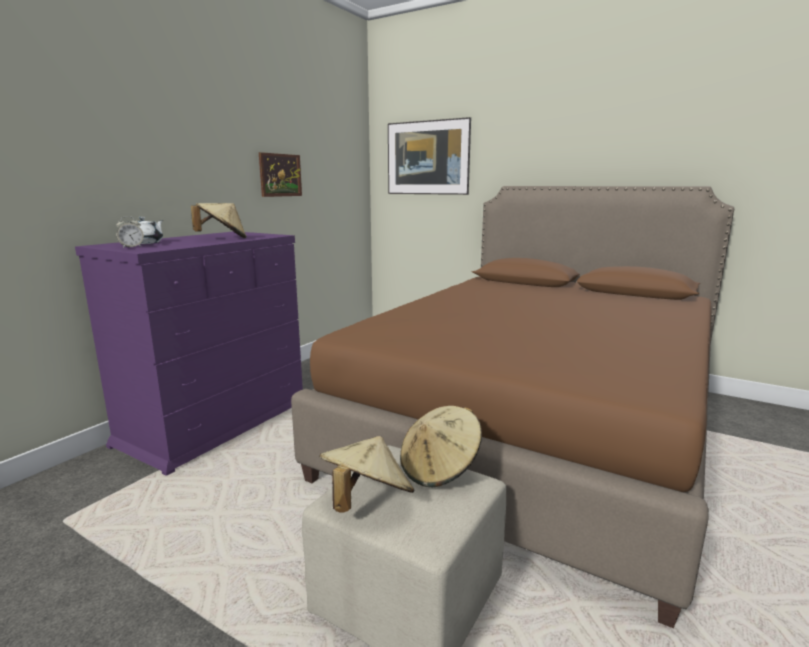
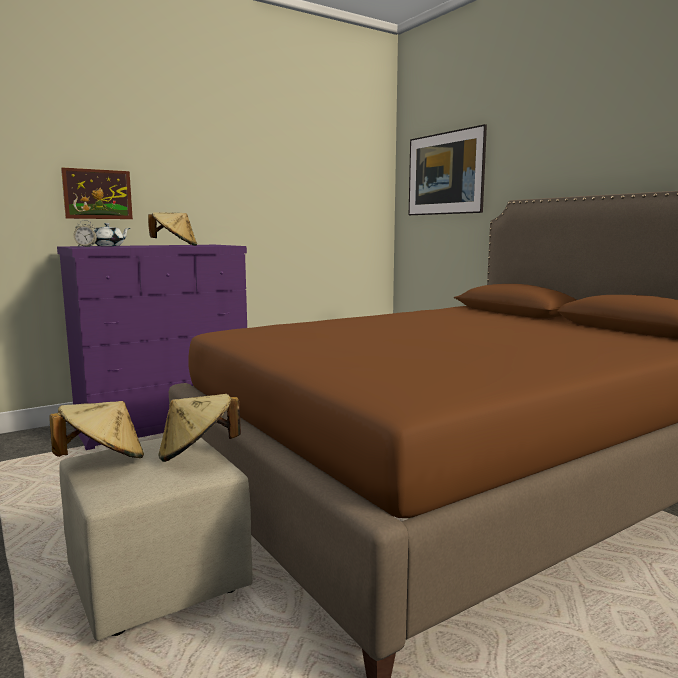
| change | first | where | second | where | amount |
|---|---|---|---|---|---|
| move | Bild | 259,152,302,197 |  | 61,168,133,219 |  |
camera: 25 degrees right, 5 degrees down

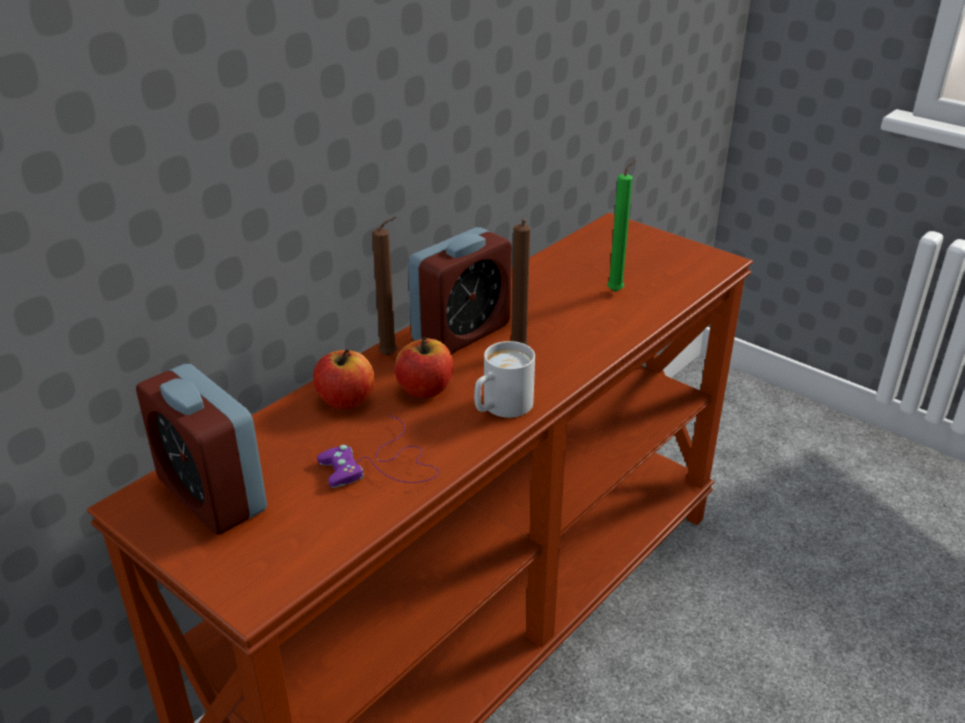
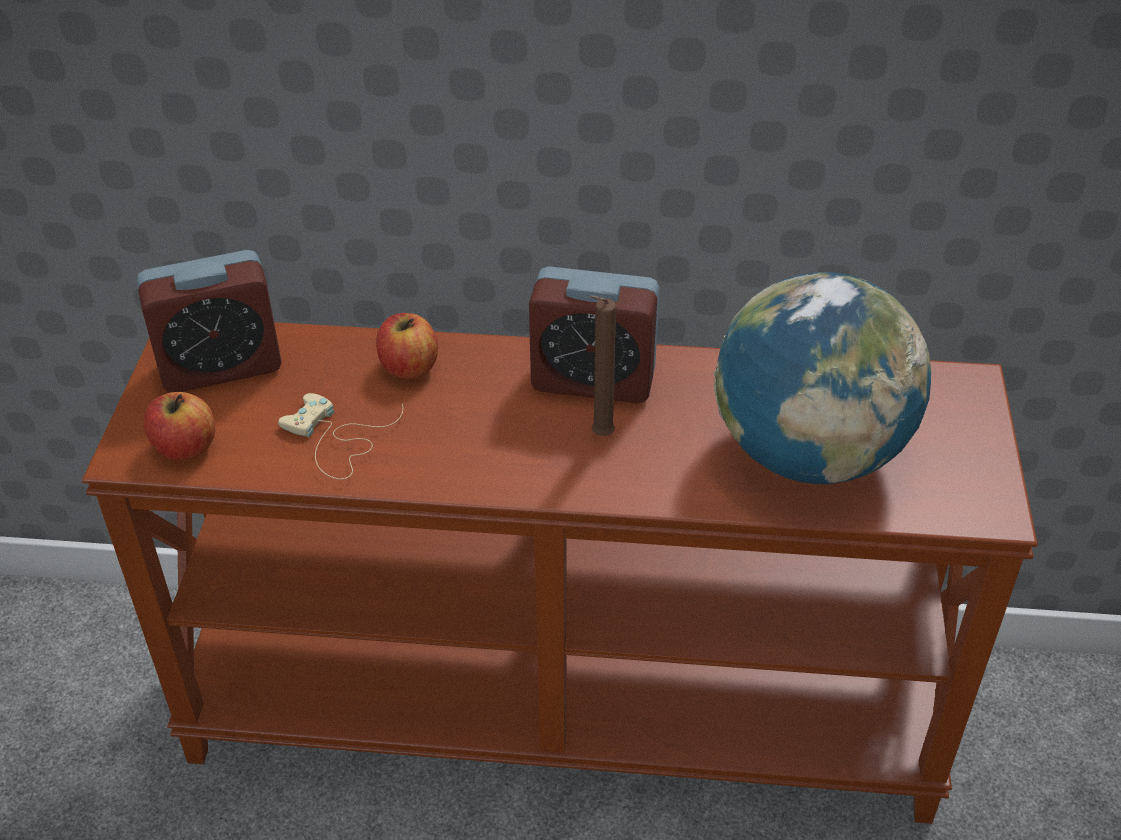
| change | first | where | second | where | amount |
|---|---|---|---|---|---|
| delete | Kerze (braun) | 372,216,397,356 |  |  |  |
| delete | Henkelbecher (weiß) | 474,341,535,418 |  |  |  |
| move | Apfel | 395,337,453,398 |  | 144,392,215,460 |  |
| replace | Kerze (grün) | 607,159,637,292 | Globus | 714,272,931,484 |  |
| recolor | Gamepad (lila) | 317,416,439,488 | Gamepad (beige) | 278,393,403,479 |  |
| rotate | Wecker | 136,364,267,535 |  | 136,250,282,393 | 120 degrees counterclockwise |
camera: 55 degrees right, 10 degrees up

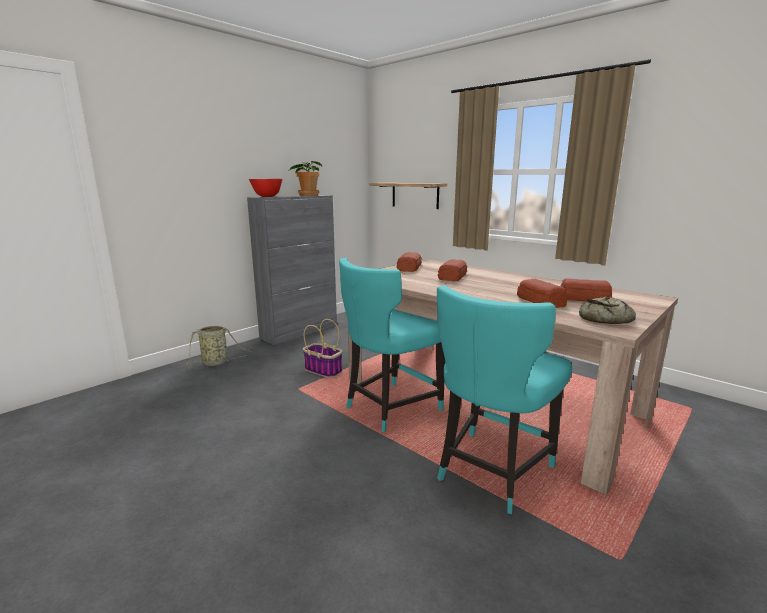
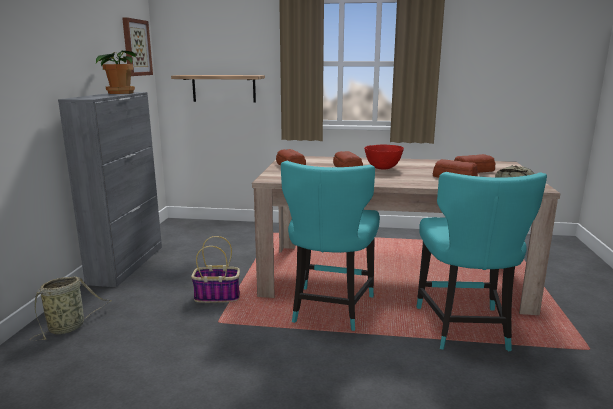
| change | first | where | second | where | amount |
|---|---|---|---|---|---|
| insert |  |  | Bild | 122,17,153,76 |  |
| move | Schüssel (rot) | 249,179,283,197 |  | 364,144,404,170 |  |
camera: 35 degrees left, 0 degrees up

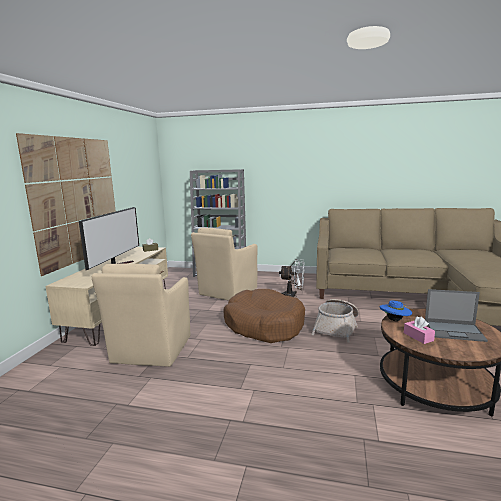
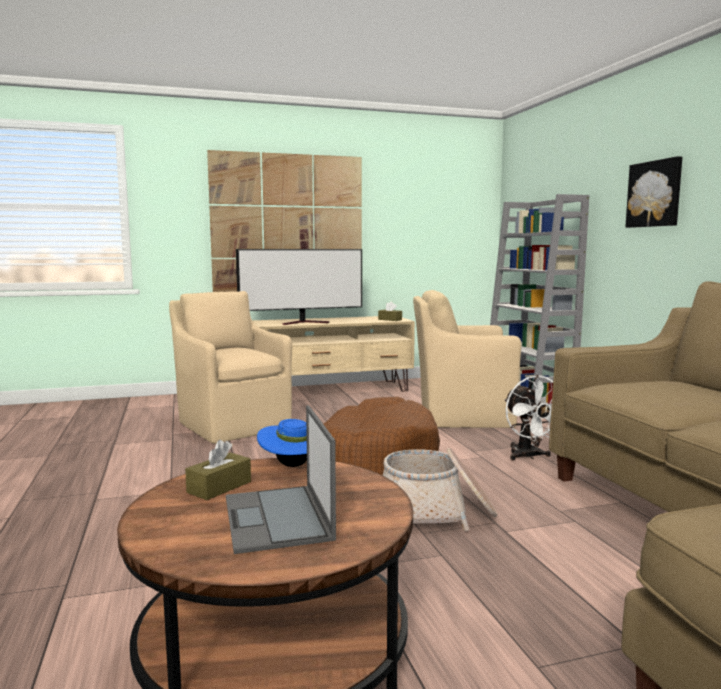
| change | first | where | second | where | amount |
|---|---|---|---|---|---|
| insert |  |  | Bild | 625,156,682,228 |  |
| recolor | Taschentuchbox (rosa) | 404,316,435,344 | Taschentuchbox (braun) | 185,440,251,500 |  |
| rotate | Sessel (beige) | 92,263,190,367 |  | 169,291,292,444 | 75 degrees clockwise |
camera: 60 degrees right, 5 degrees down

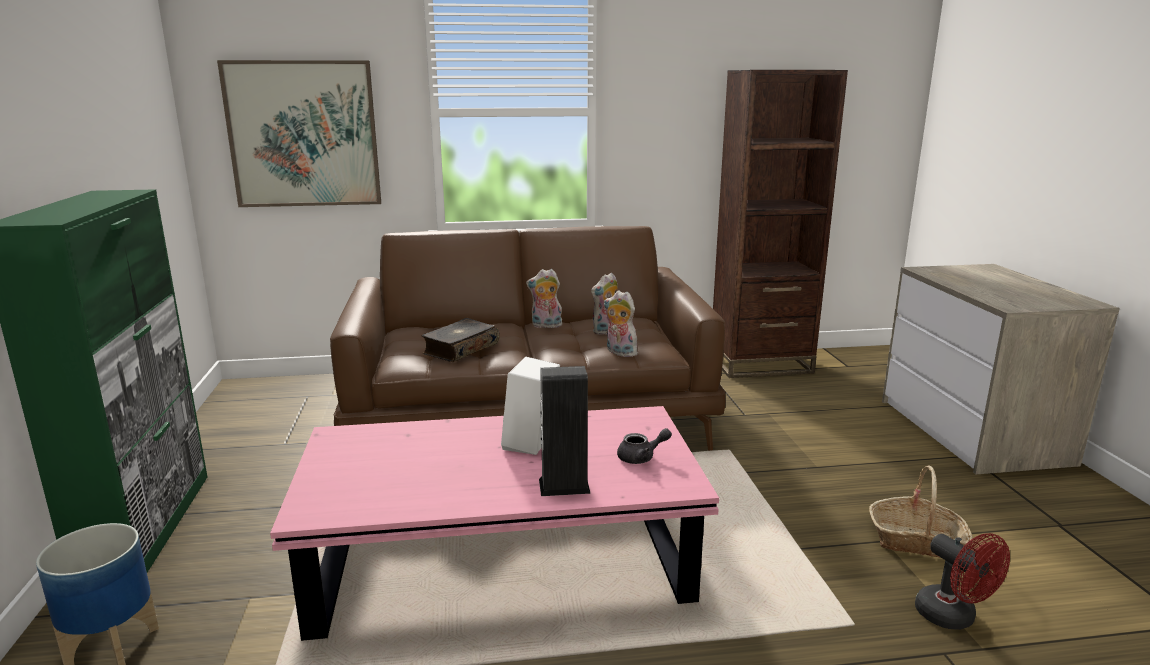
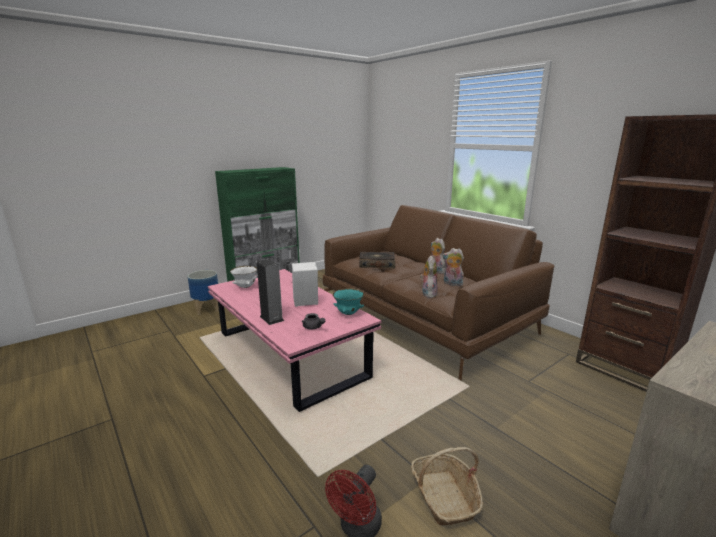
| change | first | where | second | where | amount |
|---|---|---|---|---|---|
| delete | Bild | 217,60,381,207 |  |  |  |
| insert |  |  | Schüssel (weiß) | 230,266,258,288 |  |
| insert |  |  | Schüssel (türkis) | 333,288,364,315 |  |
camera: 60 degrees right, 0 degrees up

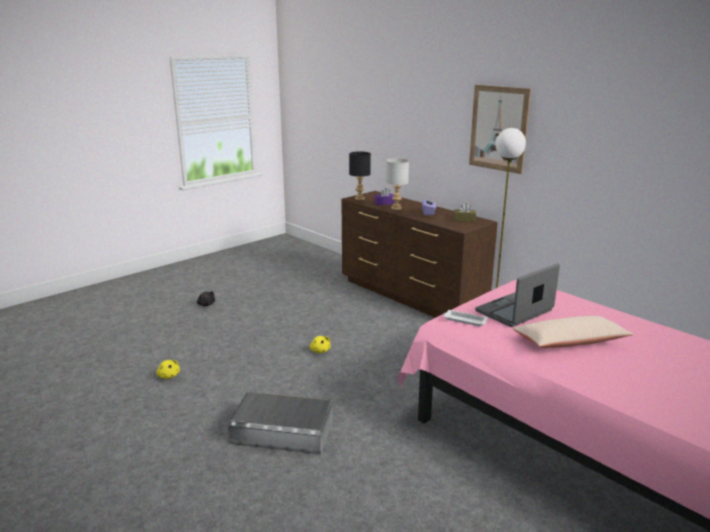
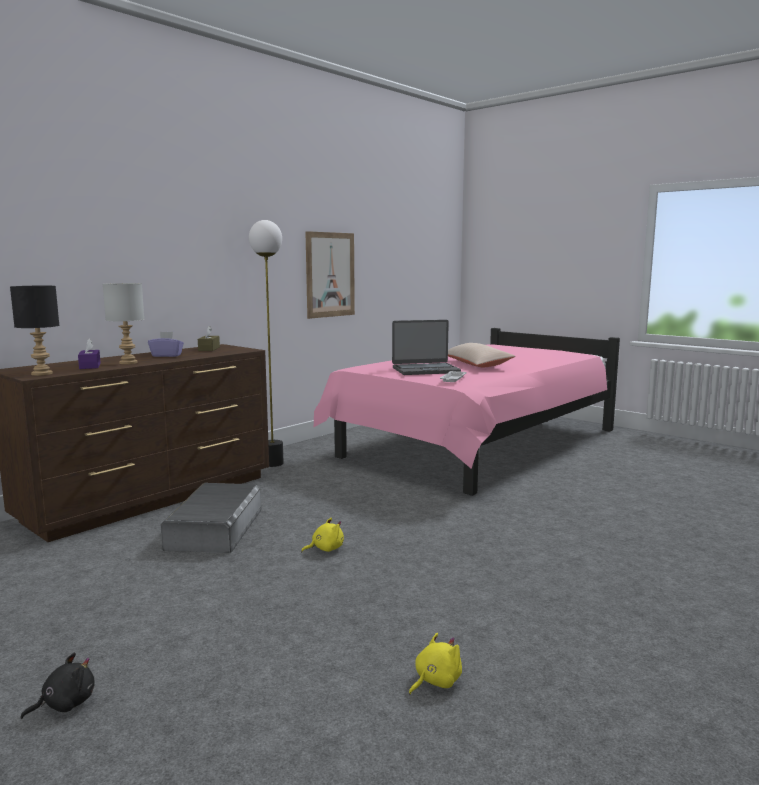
| change | first | where | second | where | amount |
|---|---|---|---|---|---|
| move | Aufbewahrungsbox (grau) | 228,392,333,454 |  | 161,483,261,553 |  |
| move | Bild | 469,85,531,174 |  | 305,231,355,319 |  |
| rotate | Laptop | 475,263,560,327 |  | 392,320,461,375 | 60 degrees counterclockwise |
camera: 95 degrees left, 10 degrees down

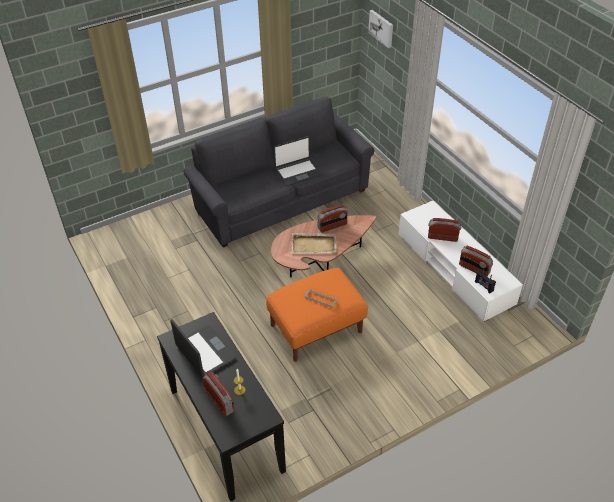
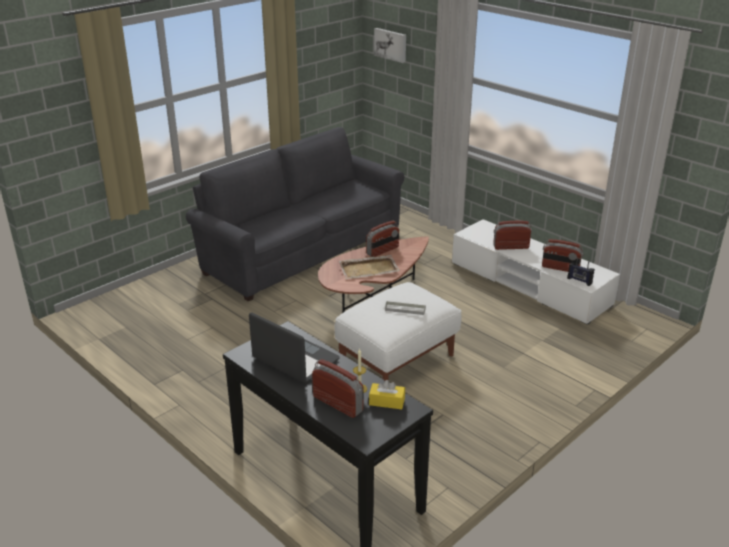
| change | first | where | second | where | amount |
|---|---|---|---|---|---|
| delete | Laptop | 274,136,322,186 |  |  |  |
| insert |  |  | Taschentuchbox (gelb) | 369,380,405,409 |  |
| recolor | Polsterhocker (orange) | 266,268,368,362 | Polsterhocker (weiß) | 334,282,461,381 |  |
camera: 15 degrees left, 15 degrees down

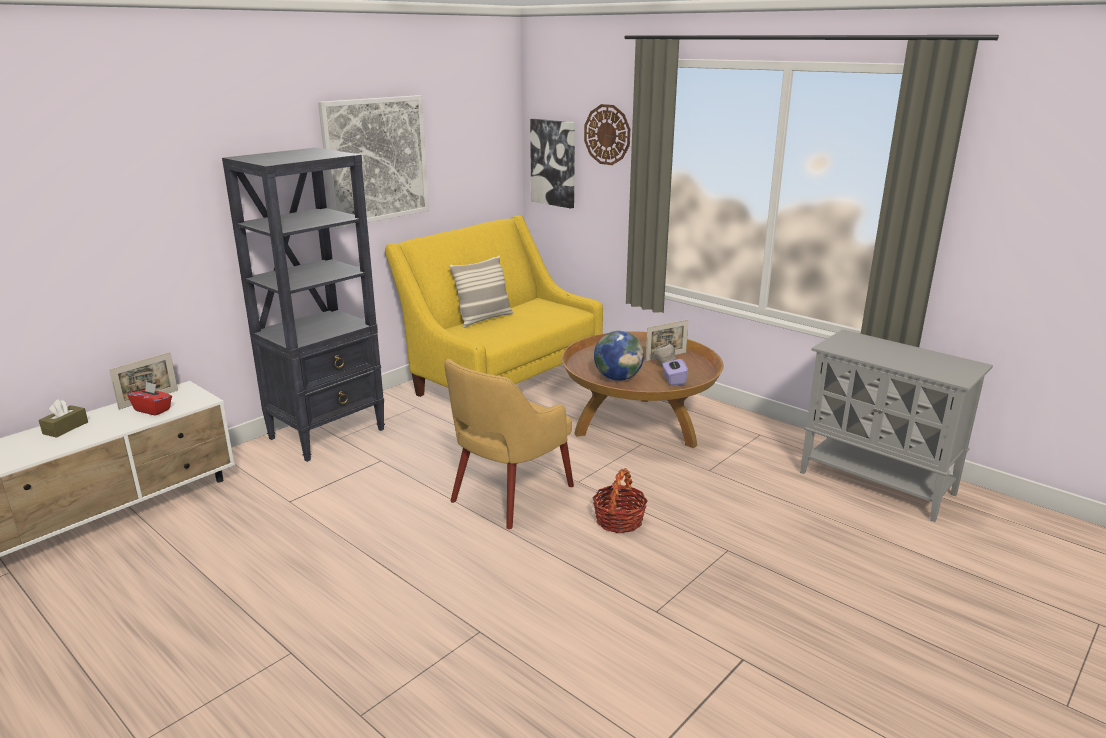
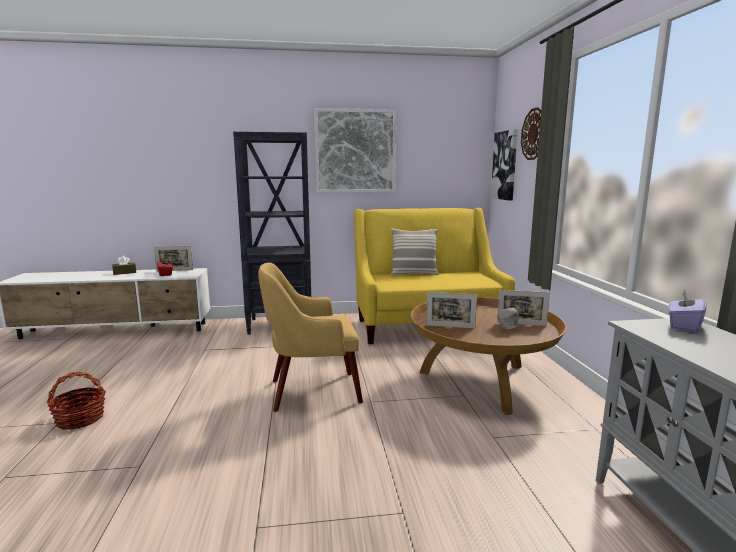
| change | first | where | second | where | amount |
|---|---|---|---|---|---|
| move | Korb | 593,468,648,533 |  | 47,372,106,430 |  |
| move | Taschentuchbox (lila) | 662,358,688,385 |  | 668,290,706,332 |  |
| replace | Globus | 594,331,644,381 | Bilderrahmen | 426,292,477,328 |  |
camera: 40 degrees right, 10 degrees down

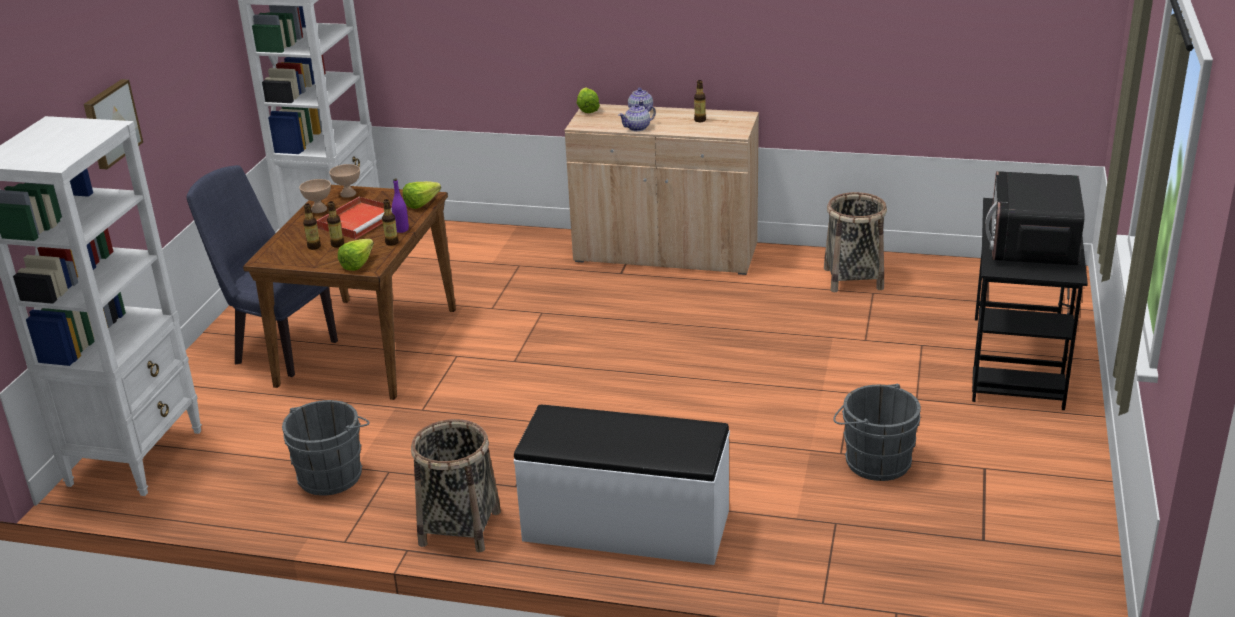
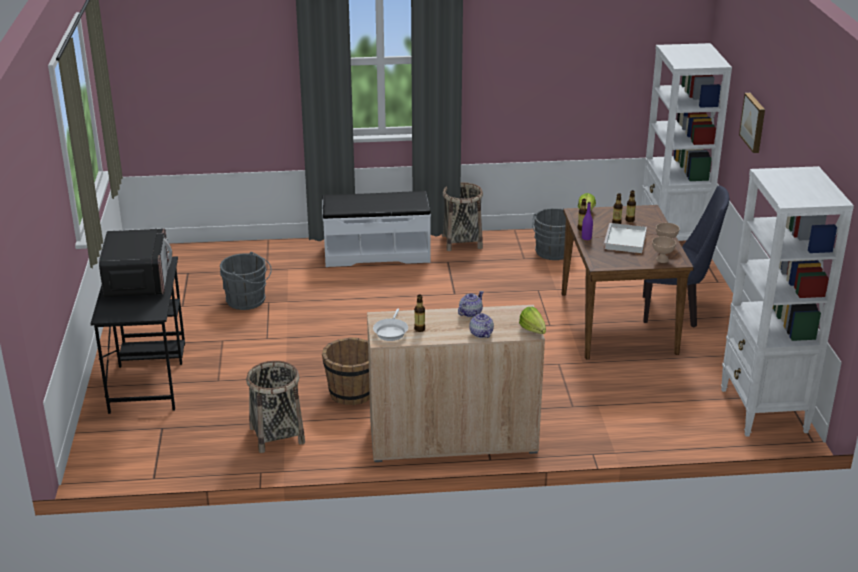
| change | first | where | second | where | amount |
|---|---|---|---|---|---|
| delete | Salatkopf | 403,181,441,209 |  |  |  |
| insert |  |  | Eimer (braun) | 322,337,370,405 |  |
| insert |  |  | Pfanne (weiß) | 373,309,408,341 |  |
| recolor | Tablett (rot) | 316,197,392,239 | Tablett (weiß) | 604,223,647,253 |  |
camera: 160 degrees right, 0 degrees up

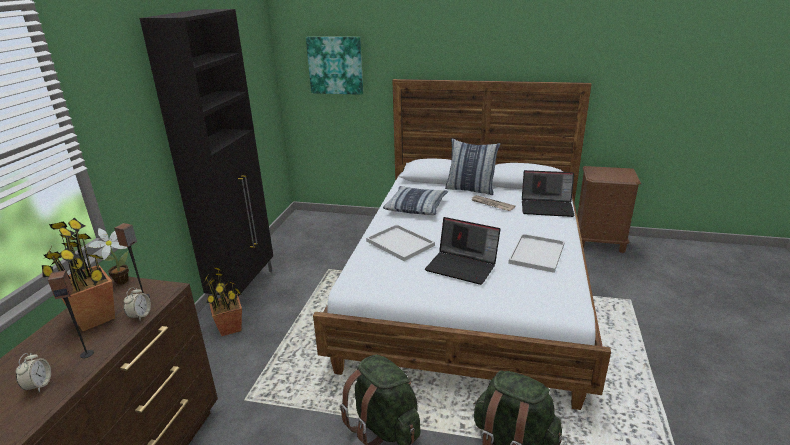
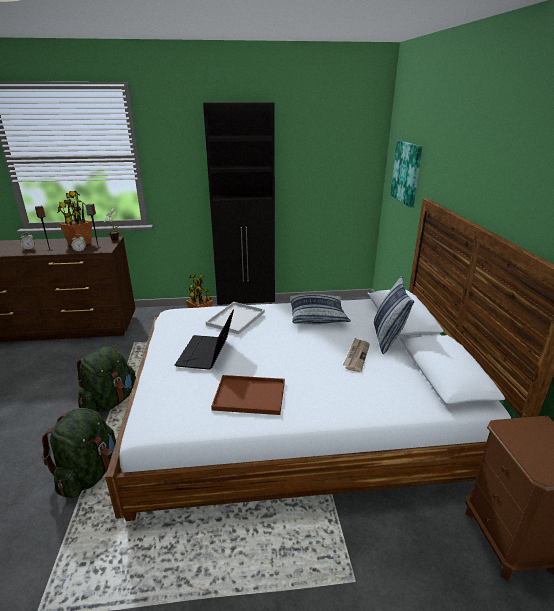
| change | first | where | second | where | amount |
|---|---|---|---|---|---|
| delete | Laptop | 522,170,575,217 |  |  |  |
| recolor | Tablett (weiß) | 508,234,565,273 | Tablett (braun) | 211,375,285,415 |  |
camera: 70 degrees right, 0 degrees up

